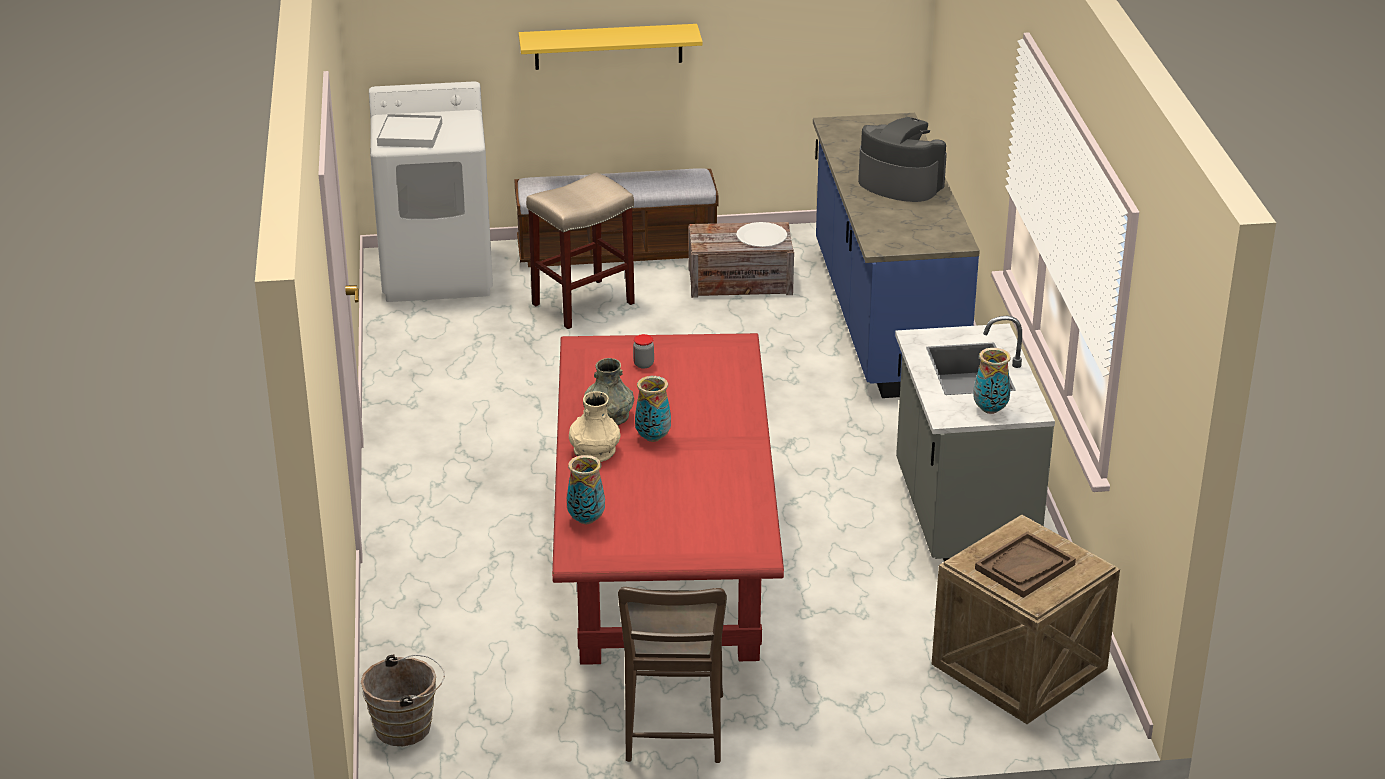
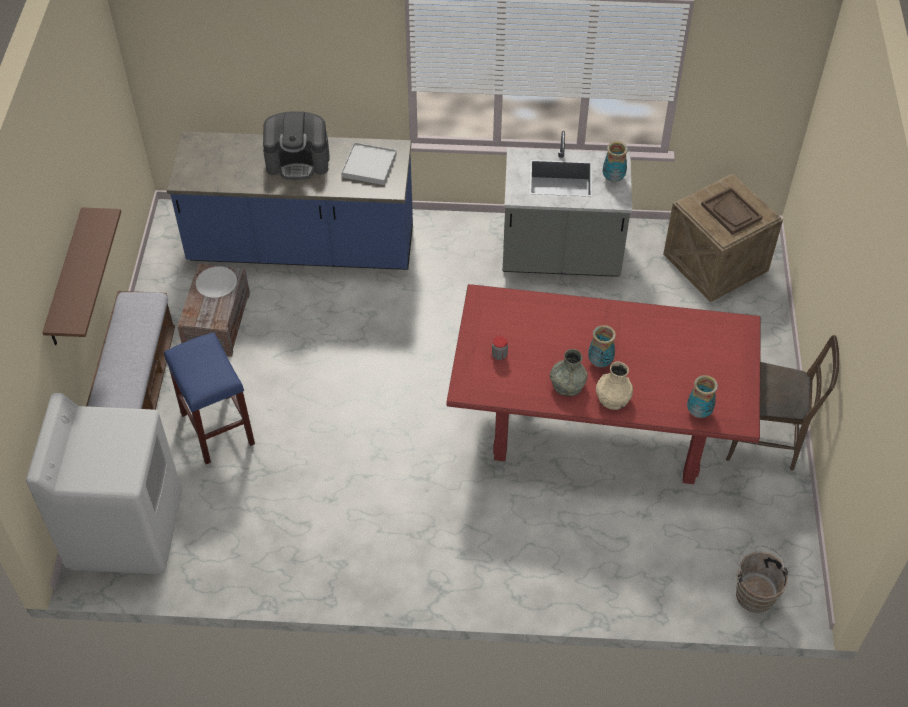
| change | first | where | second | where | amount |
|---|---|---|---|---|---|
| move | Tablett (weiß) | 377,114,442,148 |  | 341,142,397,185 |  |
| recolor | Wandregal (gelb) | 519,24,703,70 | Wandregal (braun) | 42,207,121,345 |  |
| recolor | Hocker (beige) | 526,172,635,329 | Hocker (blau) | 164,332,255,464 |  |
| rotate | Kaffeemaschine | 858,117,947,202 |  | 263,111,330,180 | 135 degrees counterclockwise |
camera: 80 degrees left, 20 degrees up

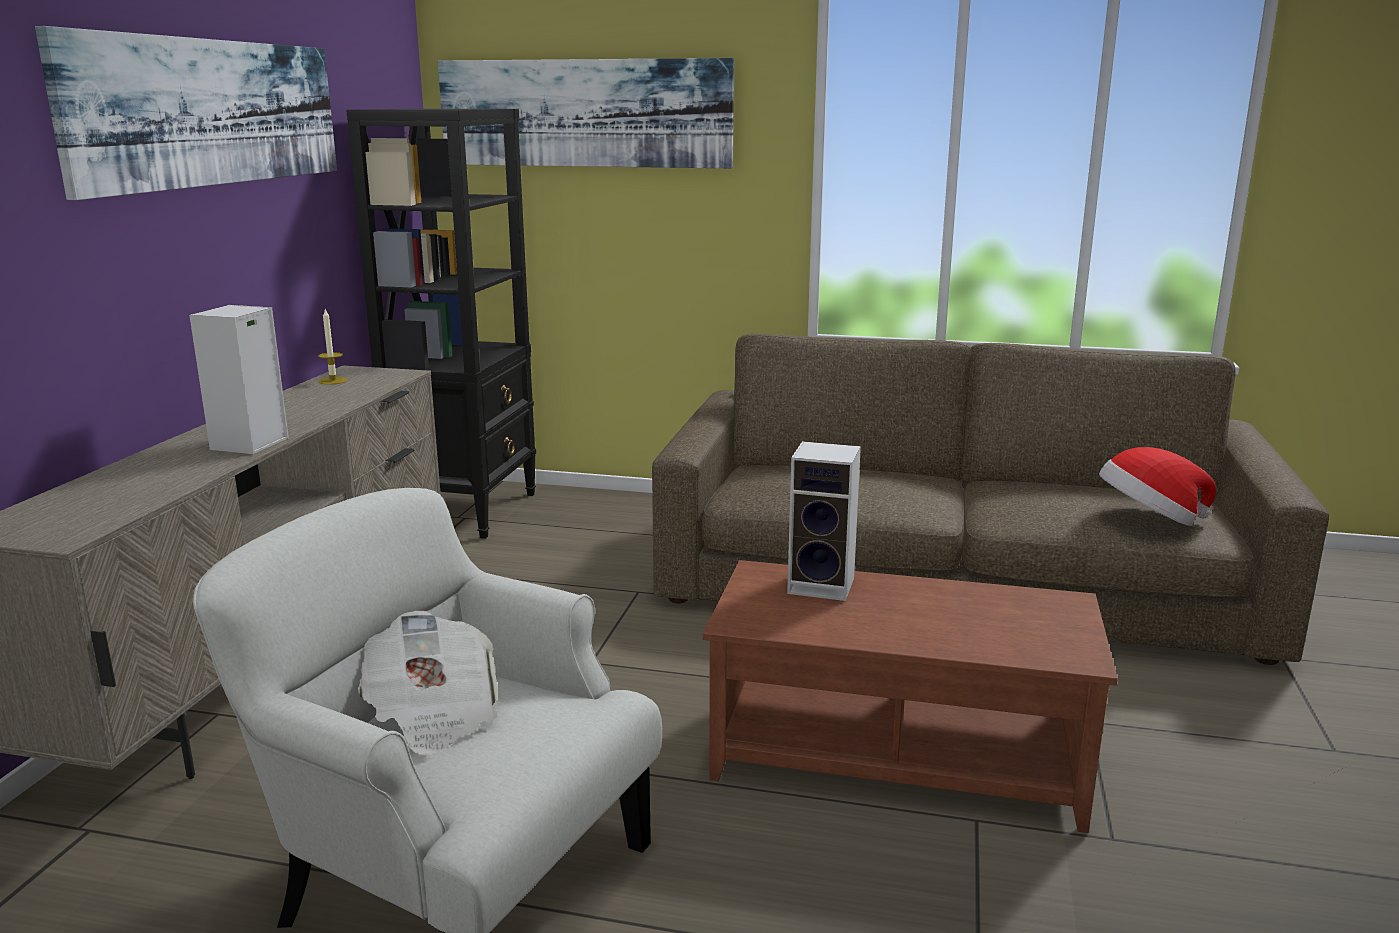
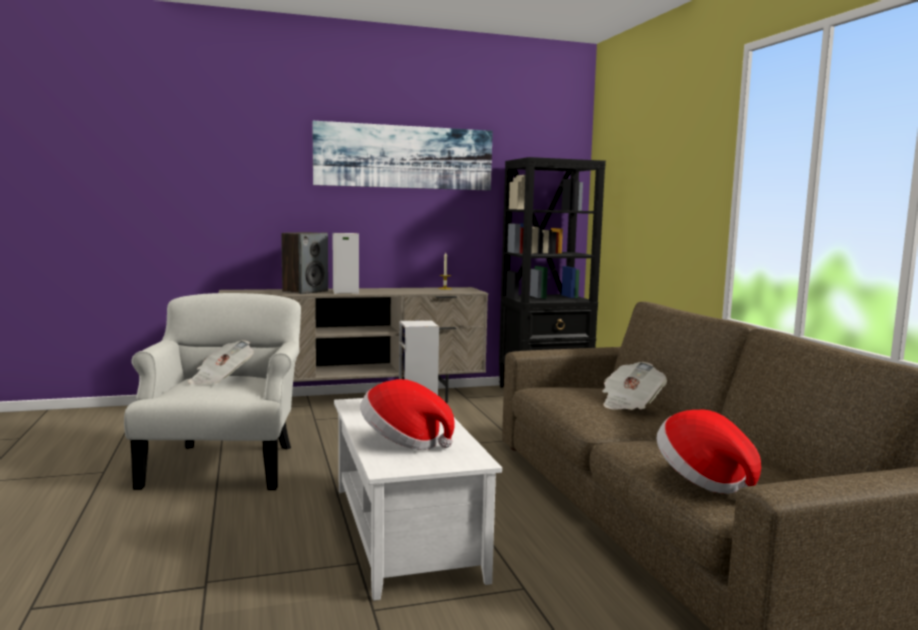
| change | first | where | second | where | amount |
|---|---|---|---|---|---|
| delete | Bild | 438,58,734,168 |  |  |  |
| insert |  |  | Lautsprecher | 281,232,328,294 |  |
| insert |  |  | Hut | 360,379,454,450 |  |
| insert |  |  | Zeitung | 602,362,667,410 |  |
| recolor | Couchtisch (braun) | 703,560,1118,833 | Couchtisch (weiß) | 334,398,502,601 |  |
camera: 60 degrees right, 10 degrees down

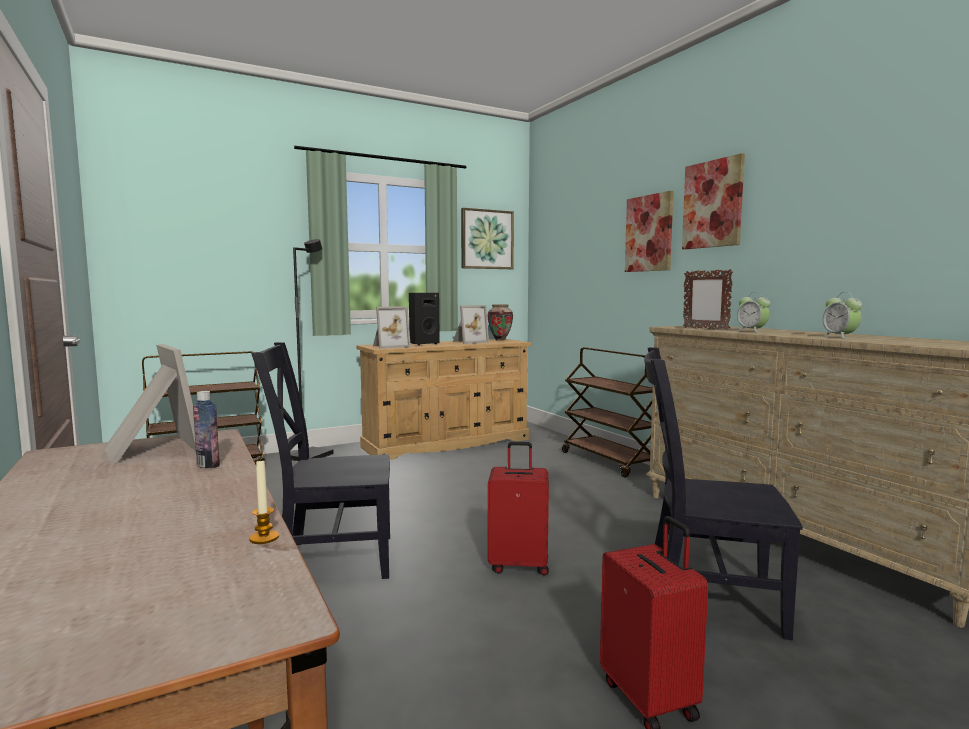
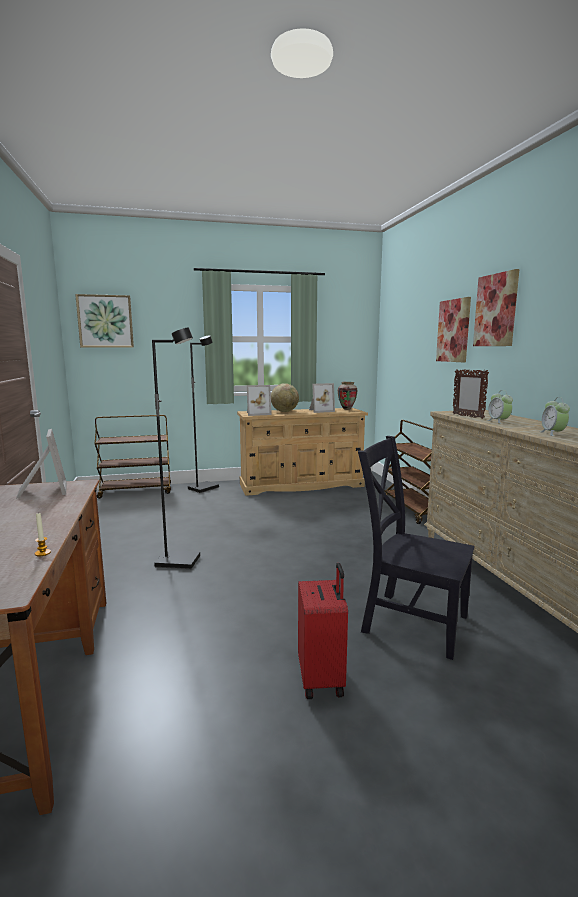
| change | first | where | second | where | amount |
|---|---|---|---|---|---|
| delete | Flasche | 193,391,220,468 |  |  |  |
| delete | Koffer (rot) | 488,442,549,576 |  |  |  |
| move | Bild | 461,208,514,269 |  | 75,294,134,348 |  |
| replace | Stuhl (schwarz) | 251,342,390,579 | Stehlampe (schwarz) | 152,328,200,569 |  |
| replace | Lautsprecher (schwarz) | 409,293,440,345 | Globus | 271,383,299,412 |  |
camera: 15 degrees right, 5 degrees up

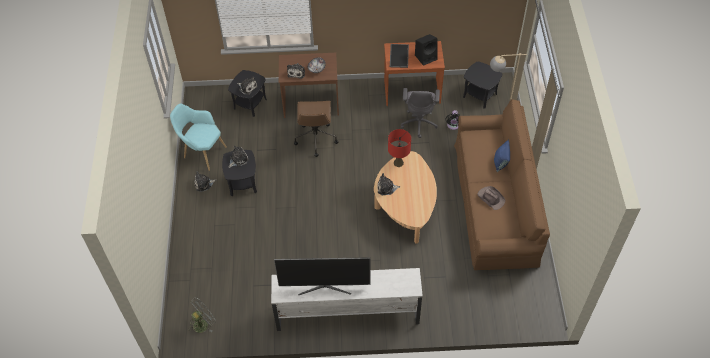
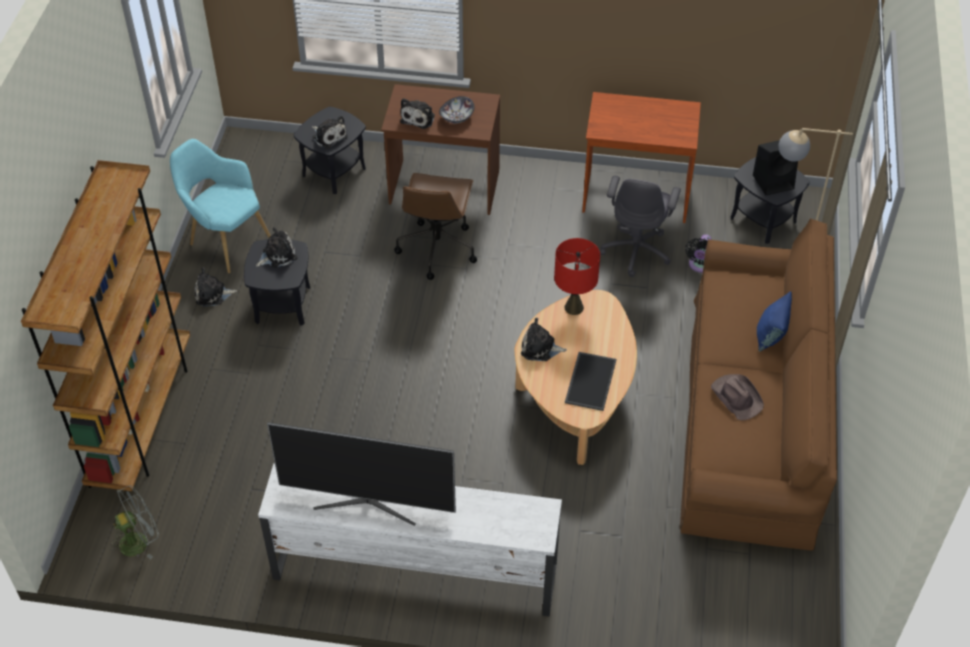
| change | first | where | second | where | amount |
|---|---|---|---|---|---|
| insert |  |  | Bücherregal (braun) | 21,160,190,491 |  |
| move | Tablett | 390,44,409,68 |  | 565,352,616,411 |  |
| move | Lautsprecher (schwarz) | 415,34,437,66 |  | 753,140,798,195 |  |
camera: 10 degrees right, 5 degrees down

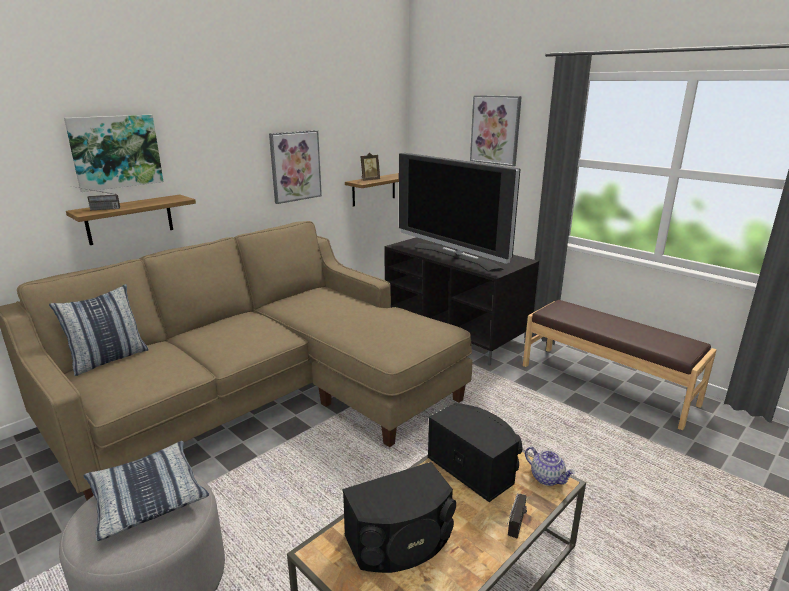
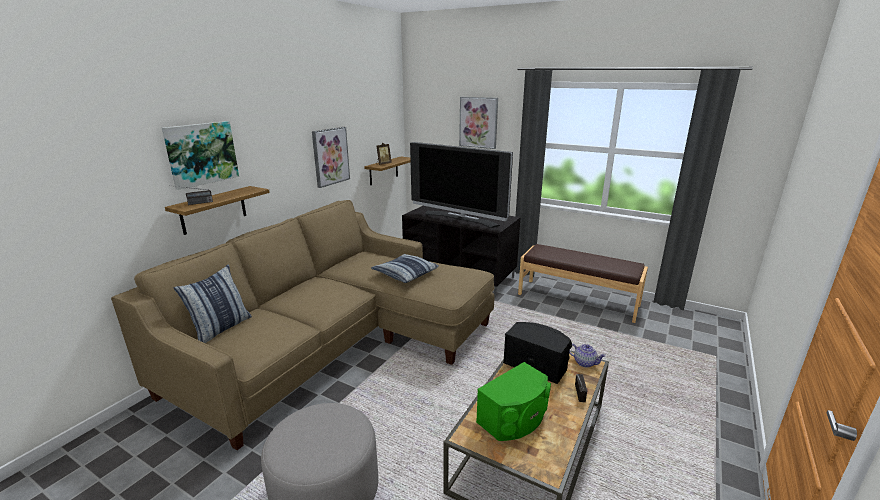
| change | first | where | second | where | amount |
|---|---|---|---|---|---|
| move | Kissen | 84,441,209,541 |  | 371,254,439,283 |  |
| recolor | Lautsprecher (schwarz) | 343,462,456,573 | Lautsprecher (grün) | 476,362,551,441 |  |
camera: 15 degrees left, 0 degrees up

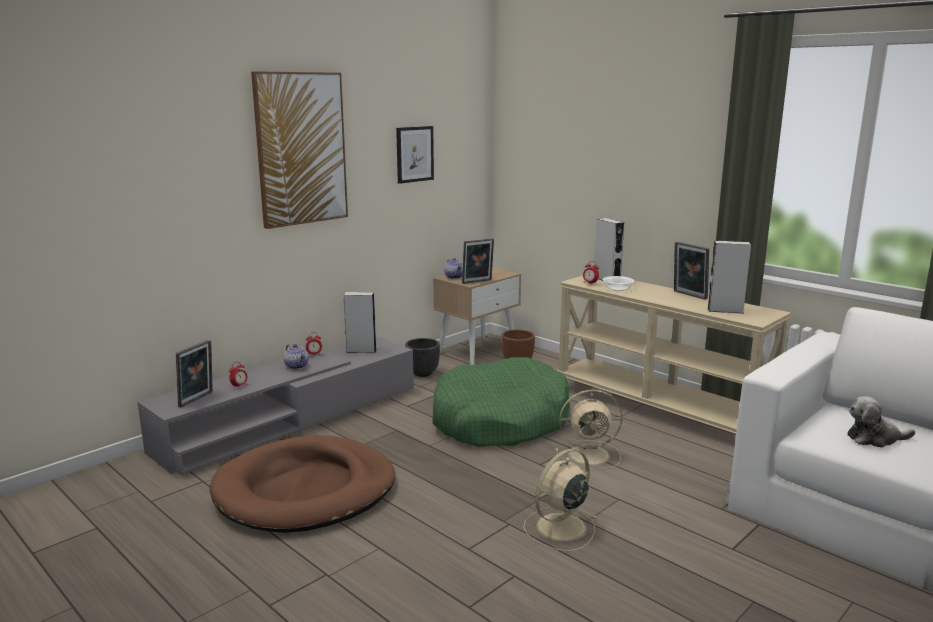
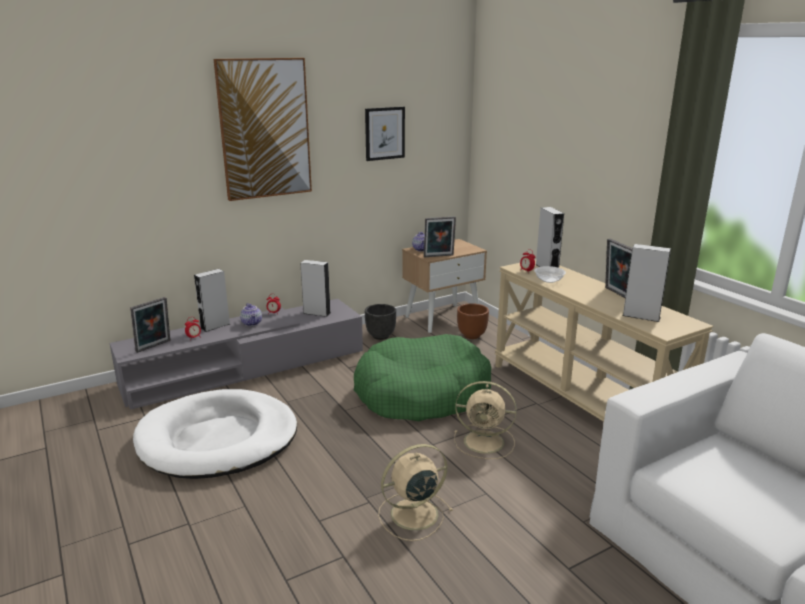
| change | first | where | second | where | amount |
|---|---|---|---|---|---|
| delete | Plüschtier | 847,396,915,448 |  |  |  |
| insert |  |  | Lautsprecher (grau) | 194,269,230,332 |  |
| recolor | Hundebett (braun) | 210,435,395,533 | Hundebett (weiß) | 133,389,297,479 |  |
camera: 15 degrees right, 5 degrees up

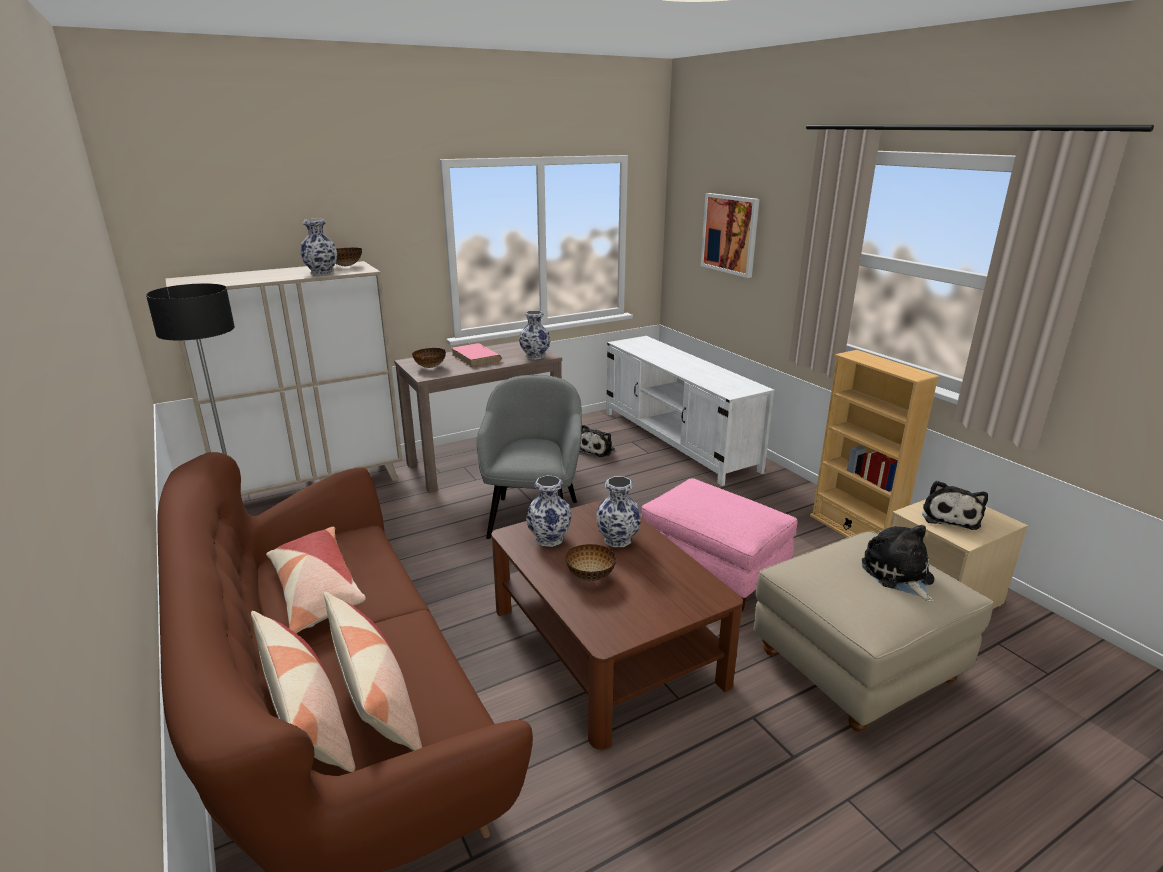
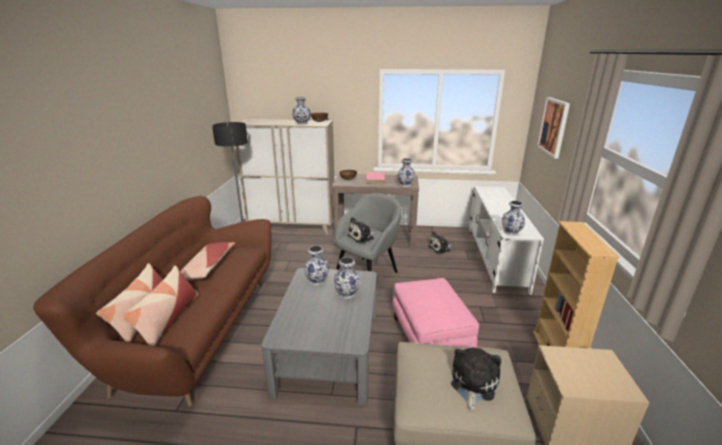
| change | first | where | second | where | amount |
|---|---|---|---|---|---|
| delete | Schüssel | 566,544,616,582 |  |  |  |
| insert |  |  | Vase | 502,201,525,236 |  |
| move | Plüschtier | 922,481,988,530 |  | 347,217,376,243 |  |
| recolor | Couchtisch (braun) | 491,499,743,750 | Couchtisch (grau) | 261,268,377,405 |  |
camera: 35 degrees right, 0 degrees up

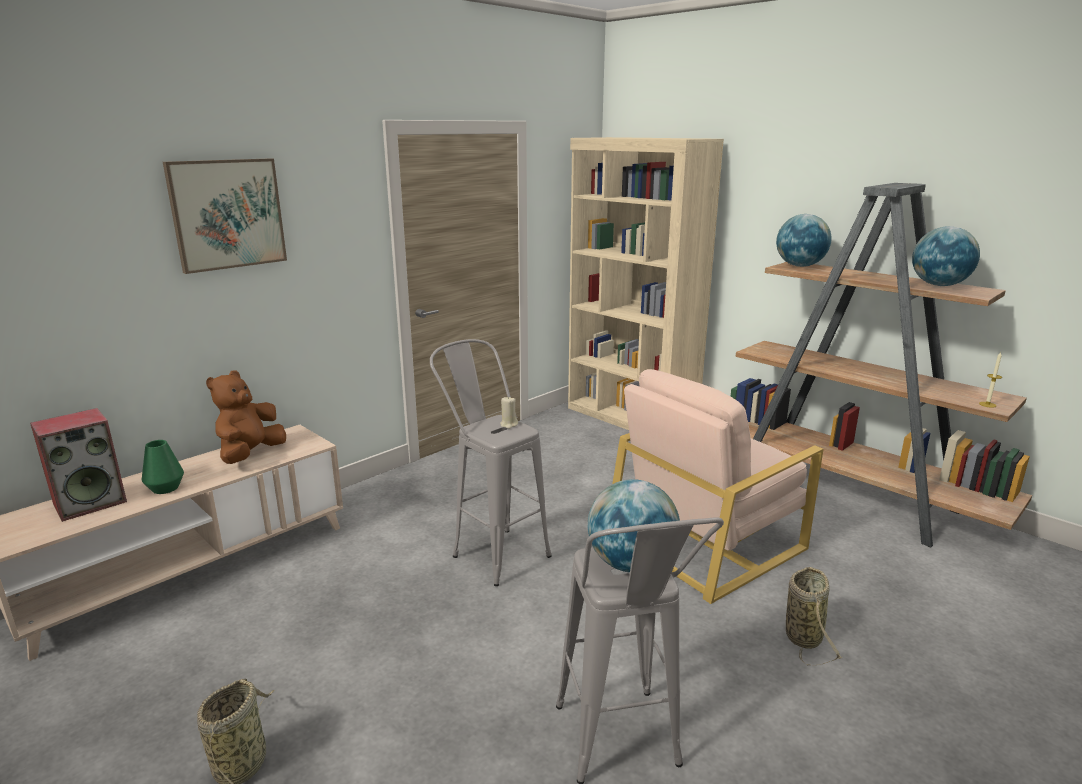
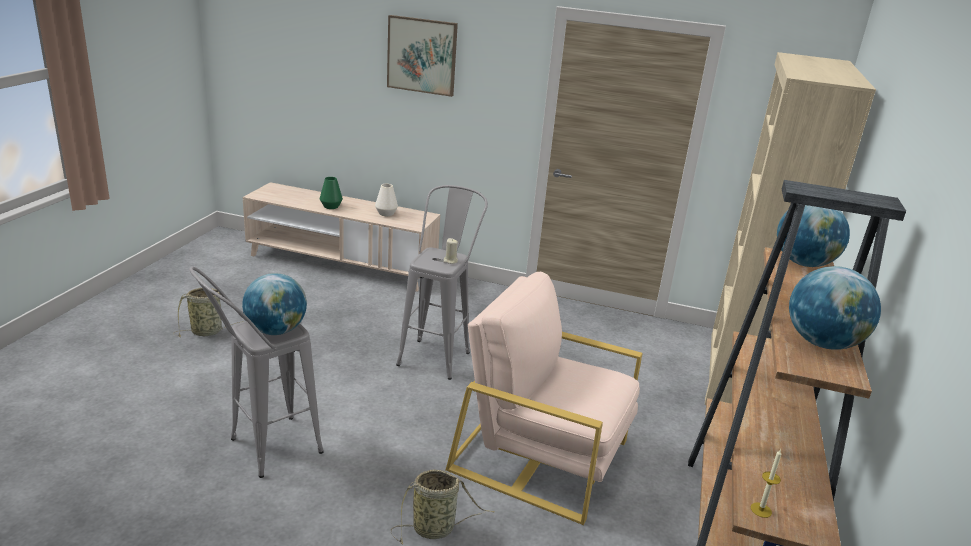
| change | first | where | second | where | amount |
|---|---|---|---|---|---|
| delete | Lautsprecher | 30,408,127,522 |  |  |  |
| replace | Plüschtier (braun) | 206,371,286,464 | Vase (weiß) | 375,184,398,216 |  |
camera: 60 degrees right, 5 degrees up

